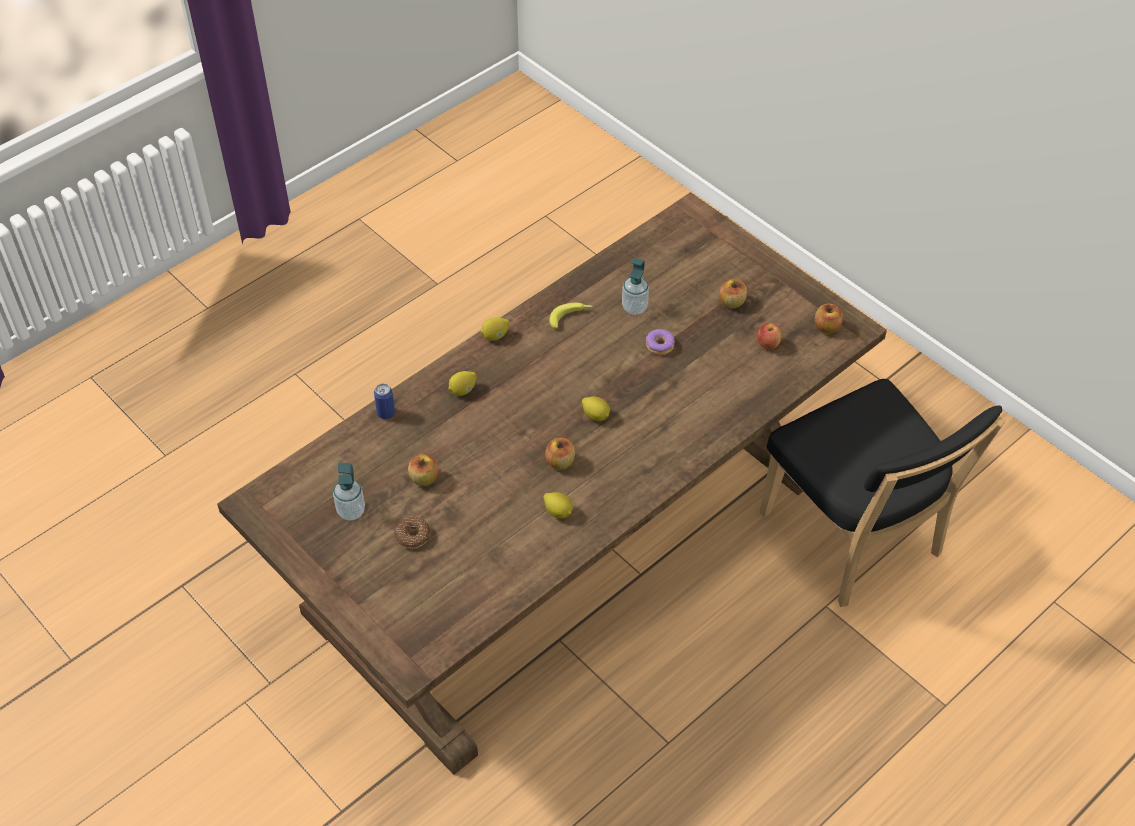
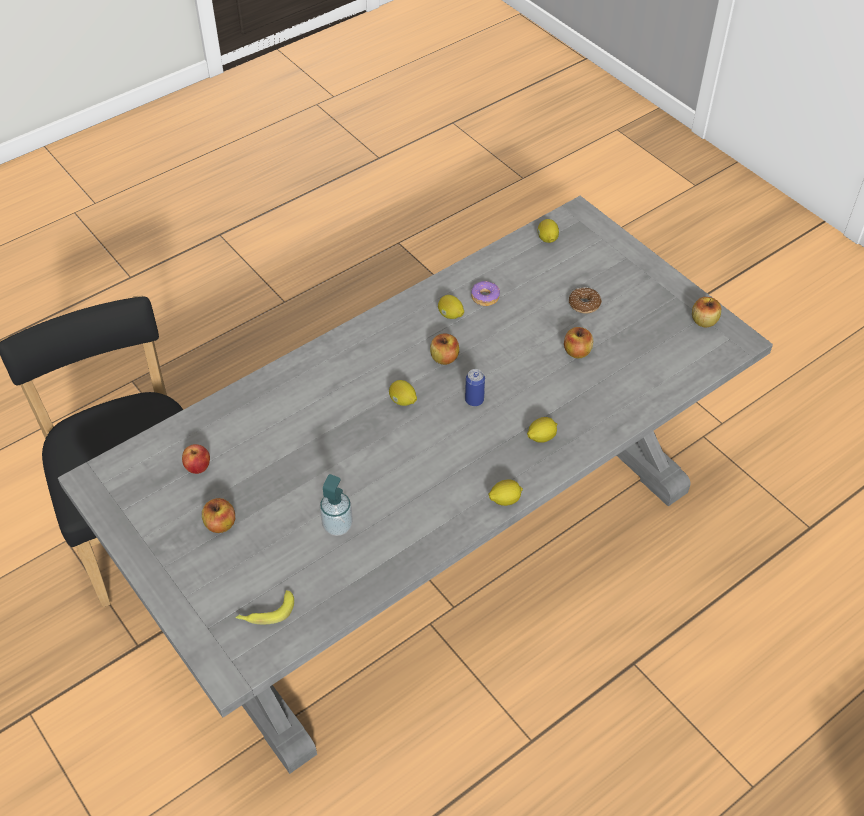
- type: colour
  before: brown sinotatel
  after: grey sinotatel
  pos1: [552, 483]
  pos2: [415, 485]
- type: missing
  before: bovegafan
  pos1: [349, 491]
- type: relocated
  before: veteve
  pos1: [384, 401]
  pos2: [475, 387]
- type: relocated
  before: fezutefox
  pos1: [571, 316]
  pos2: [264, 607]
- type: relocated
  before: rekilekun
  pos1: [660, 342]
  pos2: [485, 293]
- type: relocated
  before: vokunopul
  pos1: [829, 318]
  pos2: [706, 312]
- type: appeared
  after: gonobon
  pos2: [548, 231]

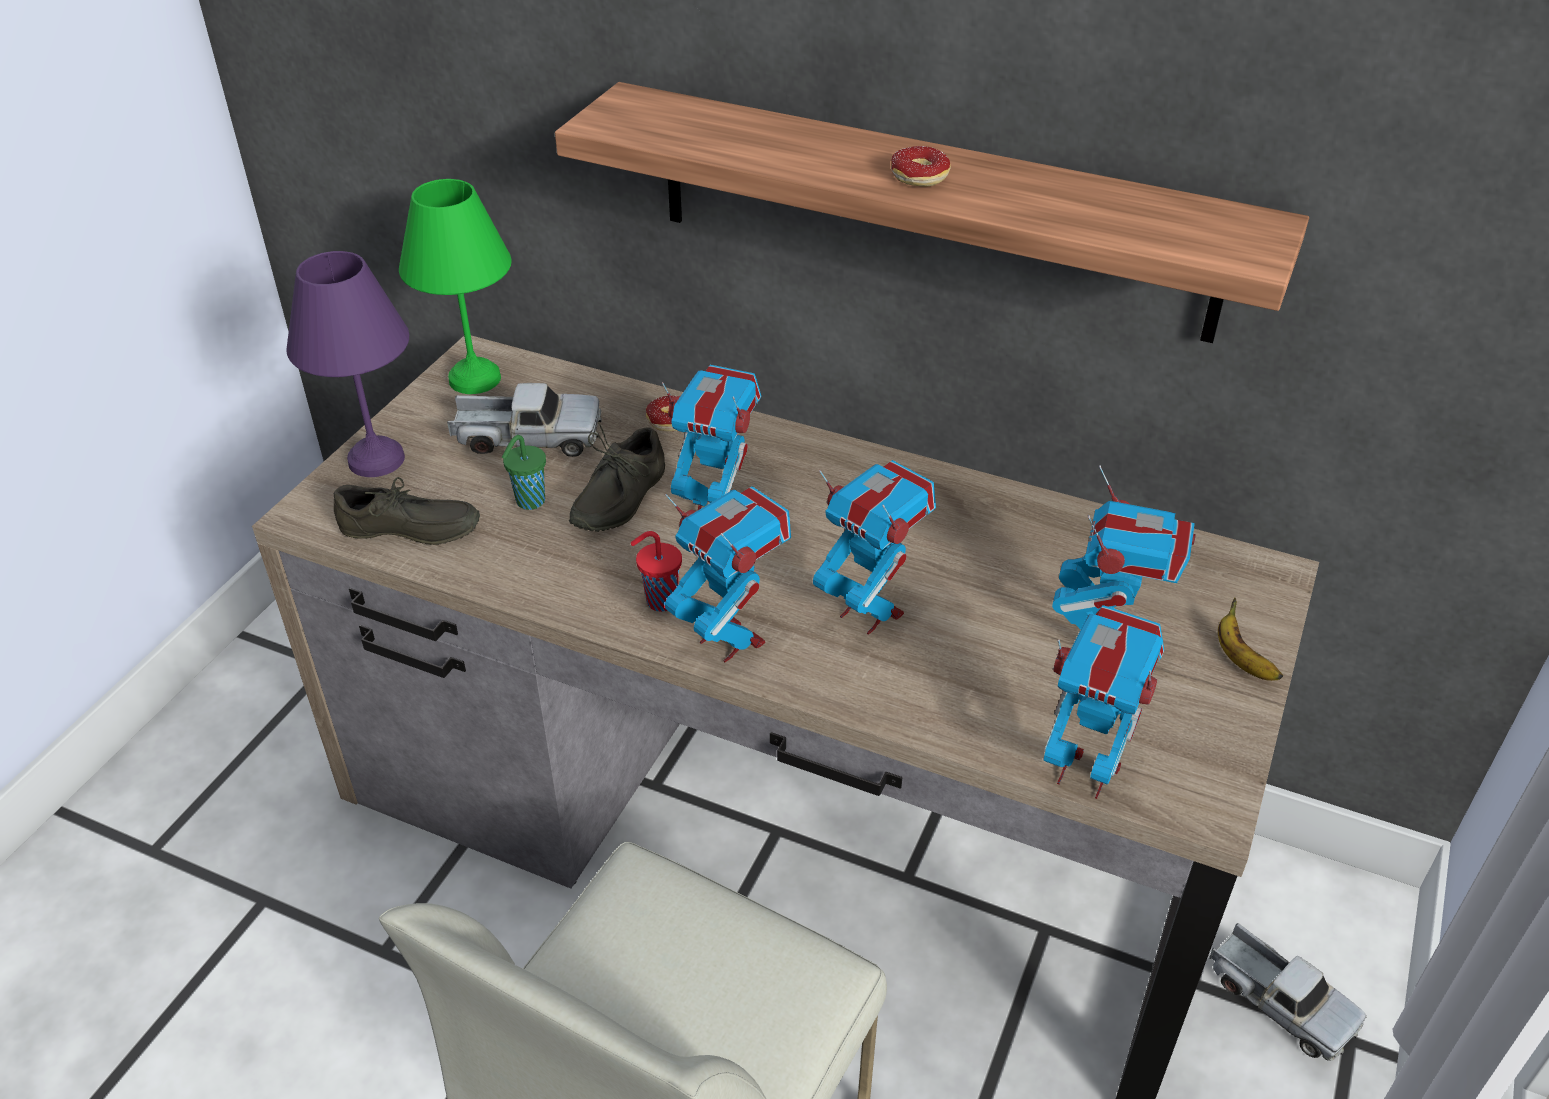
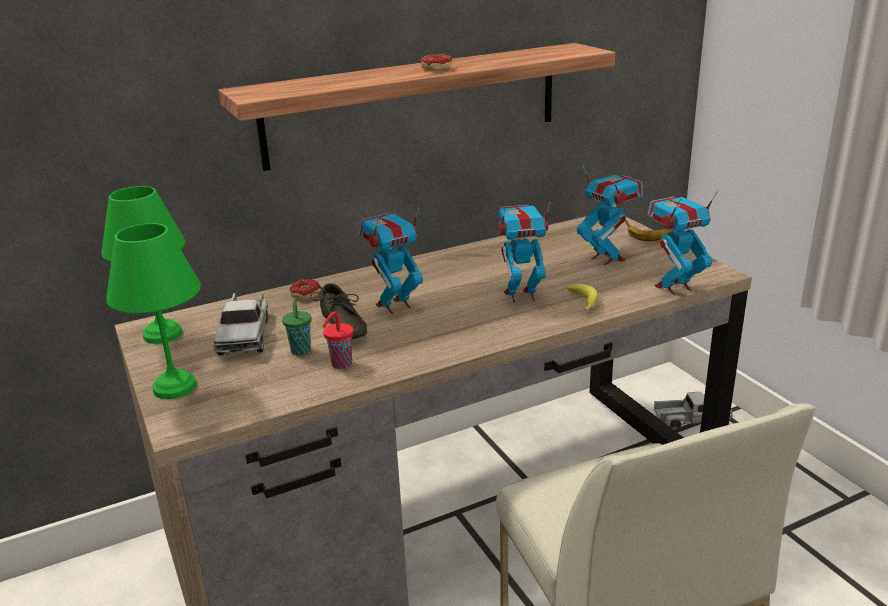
- type: colour
  before: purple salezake
  after: green salezake
  pos1: [348, 364]
  pos2: [153, 311]
- type: missing
  before: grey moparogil
  pos1: [407, 511]
- type: spun
  before: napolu
  pos1: [524, 420]
  pos2: [240, 323]
  turn: 135
- type: relocated
  before: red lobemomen
  pos1: [656, 571]
  pos2: [337, 340]
- type: missing
  before: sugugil
  pos1: [728, 574]
- type: appeared
  after: fezutefox
  pos2: [582, 297]

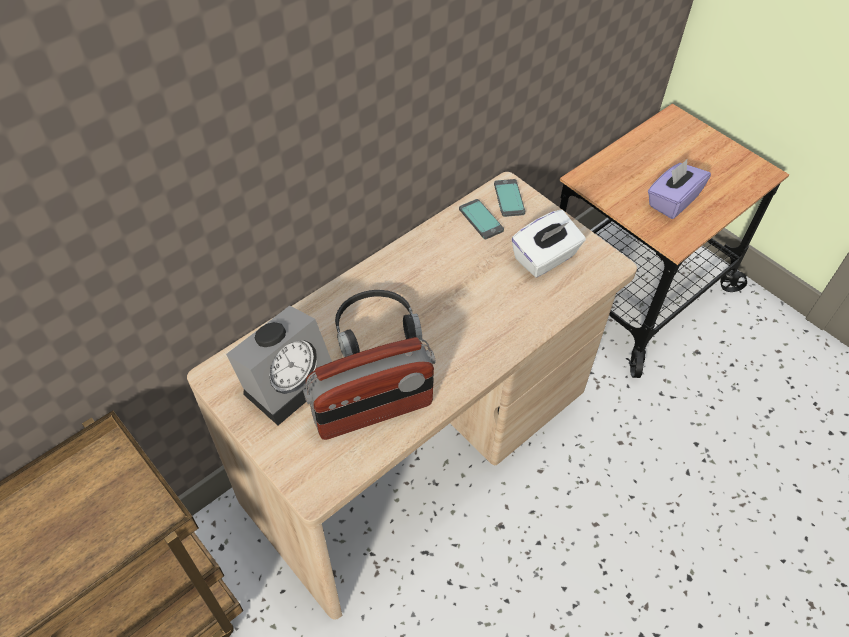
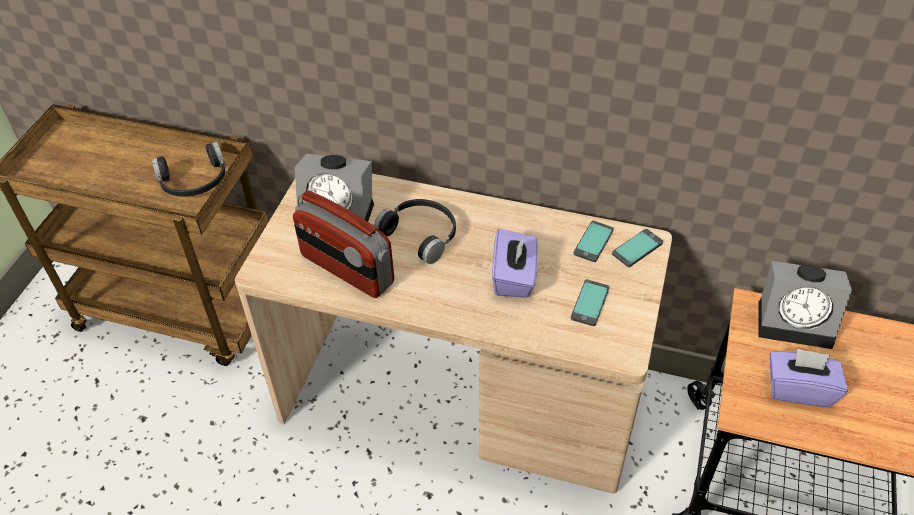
- type: exchanged
  before: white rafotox
  after: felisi
  pos1: [548, 244]
  pos2: [590, 302]
- type: appeared
  after: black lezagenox
  pos2: [189, 169]
- type: appeared
  after: purple rafotox
  pos2: [515, 263]
- type: appeared
  after: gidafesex
  pos2: [805, 305]

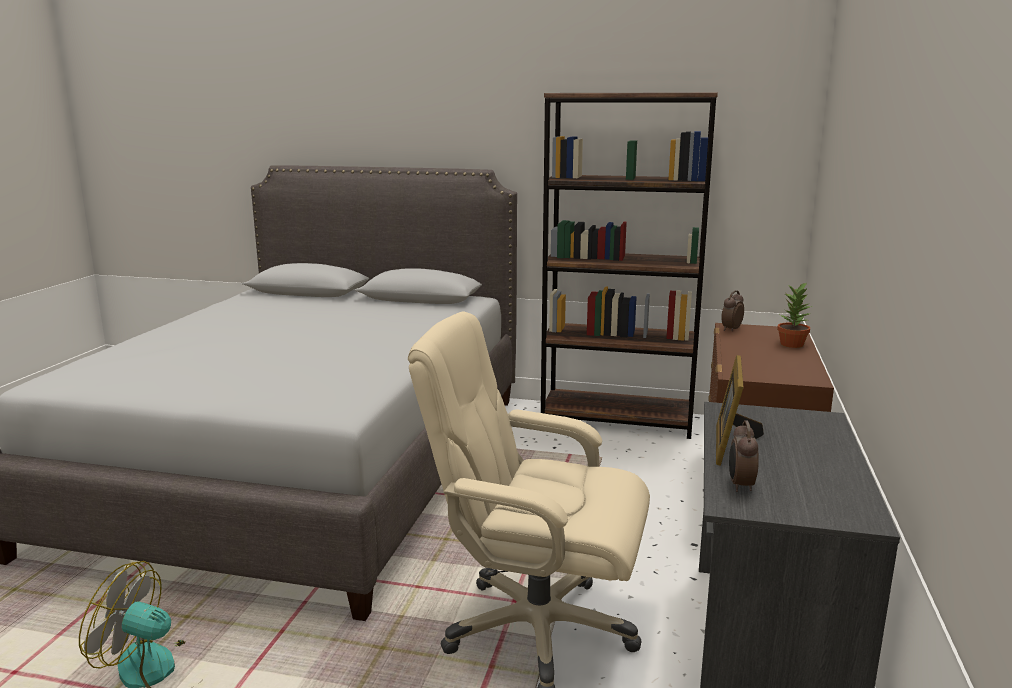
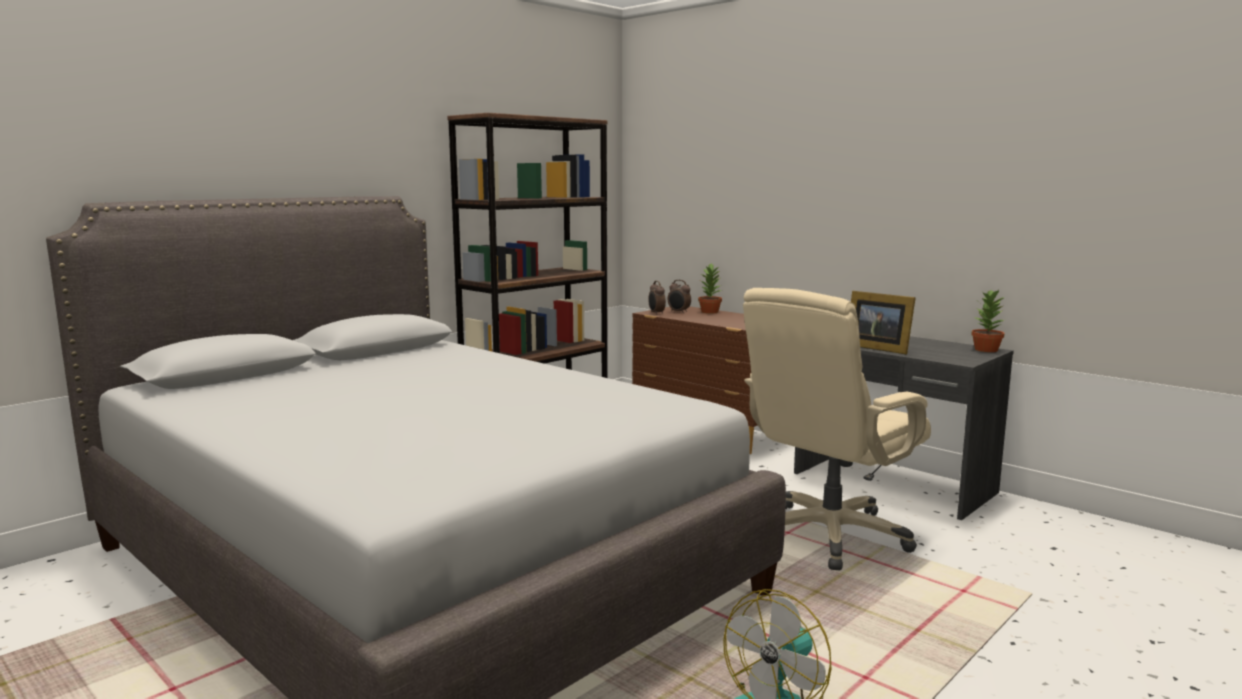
- type: relocated
  before: gidafesex
  pos1: [744, 456]
  pos2: [679, 296]
- type: appeared
  after: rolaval
  pos2: [988, 321]

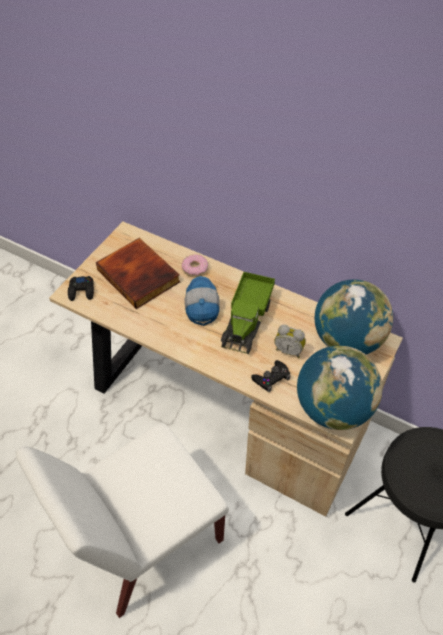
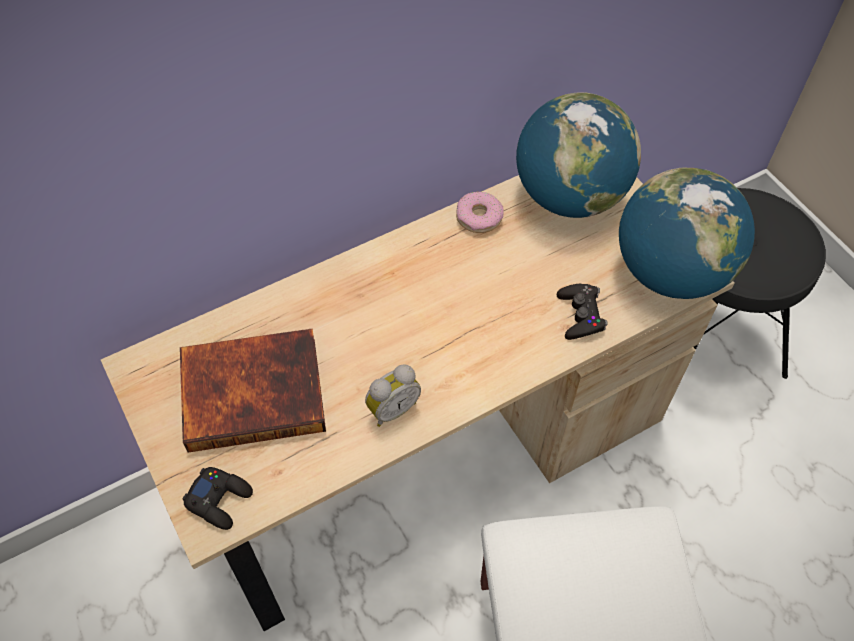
- type: relocated
  before: rekilekun
  pos1: [195, 265]
  pos2: [480, 212]
- type: missing
  before: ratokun
  pos1: [202, 301]
- type: missing
  before: napolu
  pos1: [248, 313]
- type: relocated
  before: gidafesex
  pos1: [290, 341]
  pos2: [393, 396]

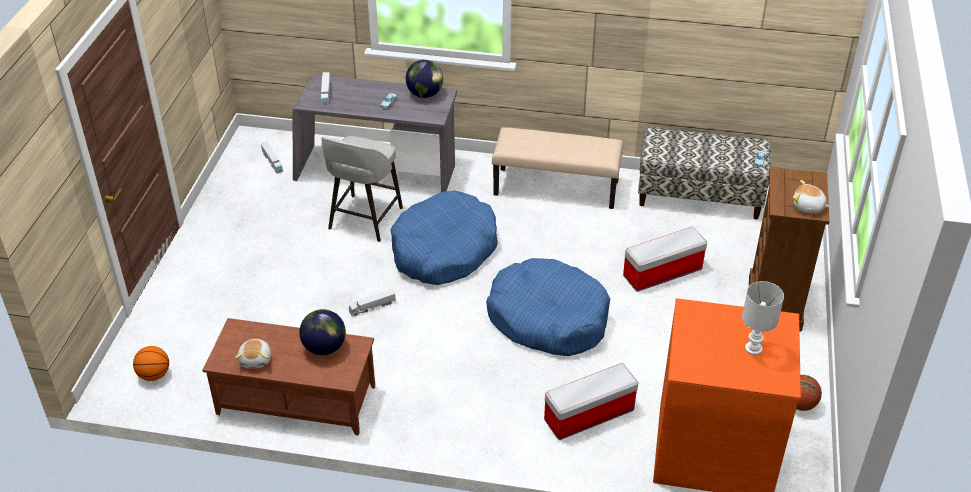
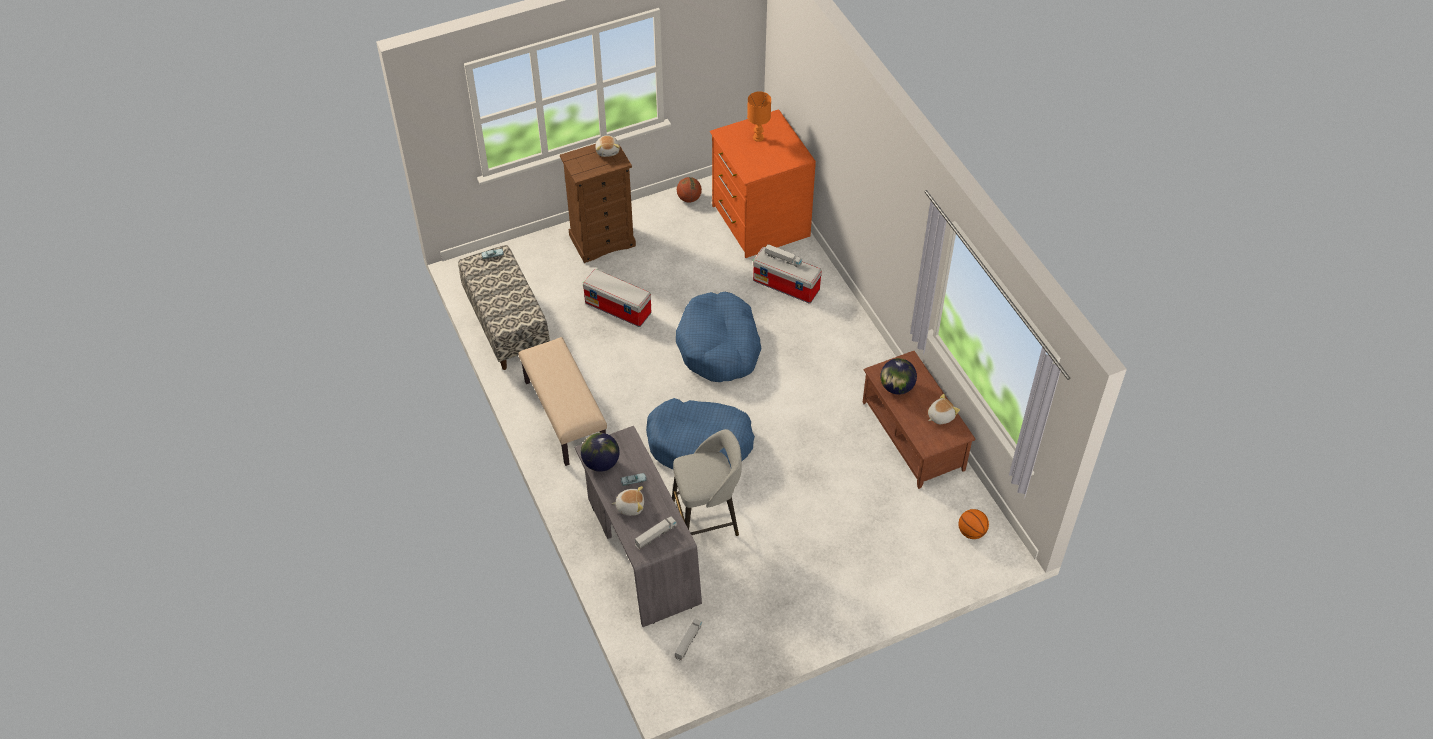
- type: relocated
  before: napolu
  pos1: [372, 303]
  pos2: [783, 256]
- type: colour
  before: white salezake
  after: orange salezake
  pos1: [763, 318]
  pos2: [759, 116]
- type: appeared
  after: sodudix
  pos2: [628, 501]

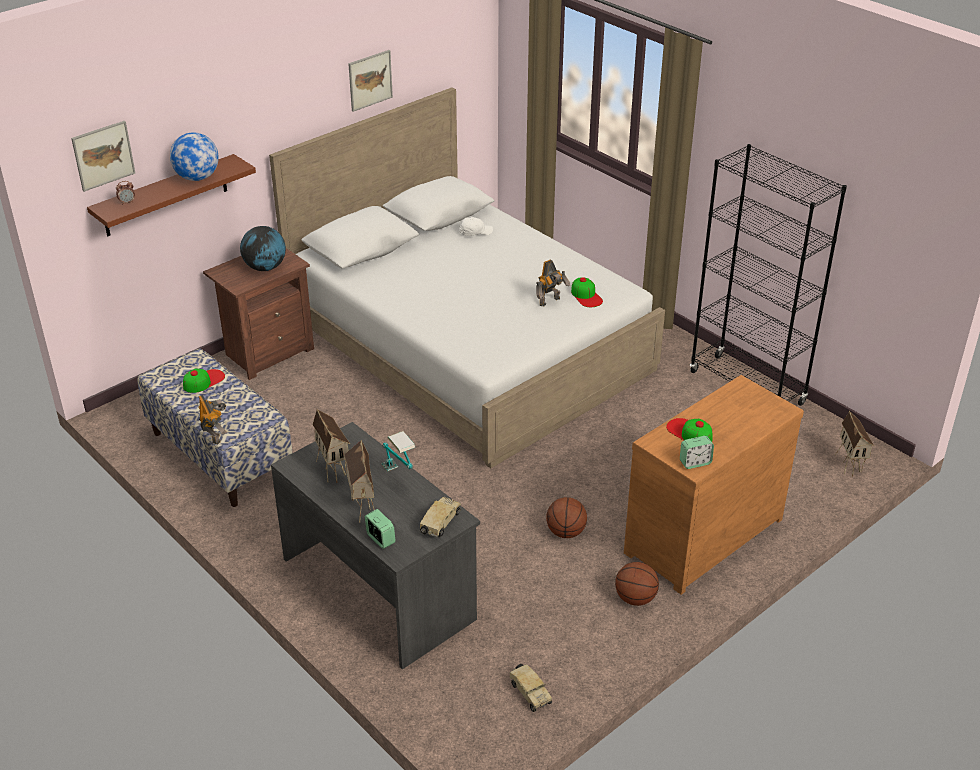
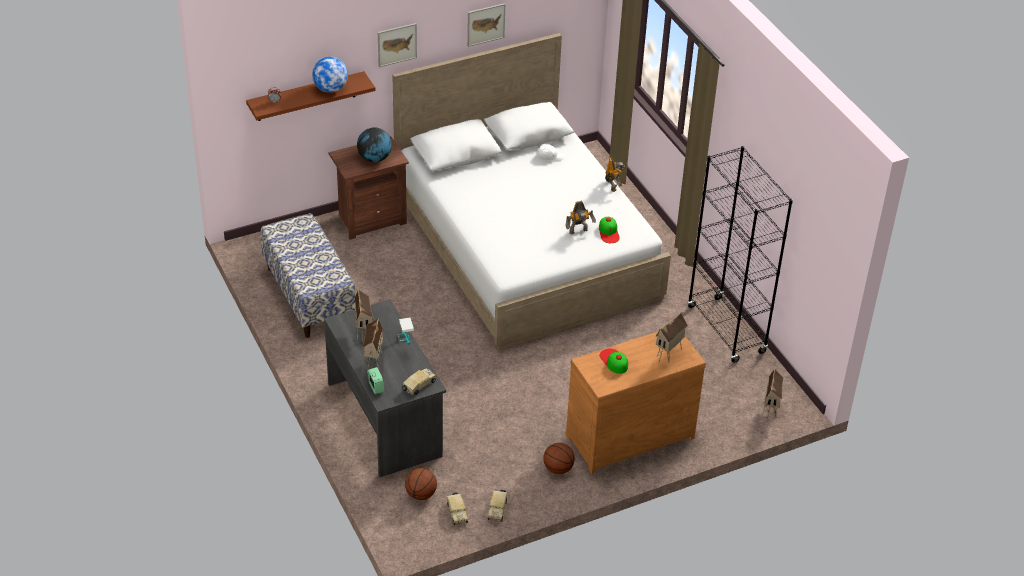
- type: relocated
  before: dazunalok
  pos1: [103, 156]
  pos2: [397, 45]
- type: missing
  before: ratokun
  pos1: [204, 381]
- type: relocated
  before: sugugil
  pos1: [212, 419]
  pos2: [615, 174]
- type: relocated
  before: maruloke
  pos1: [566, 517]
  pos2: [421, 484]
- type: missing
  before: gidafesex
  pos1: [697, 452]
- type: appeared
  after: napolu
  pos2: [497, 506]
- type: appeared
  after: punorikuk
  pos2: [672, 337]

